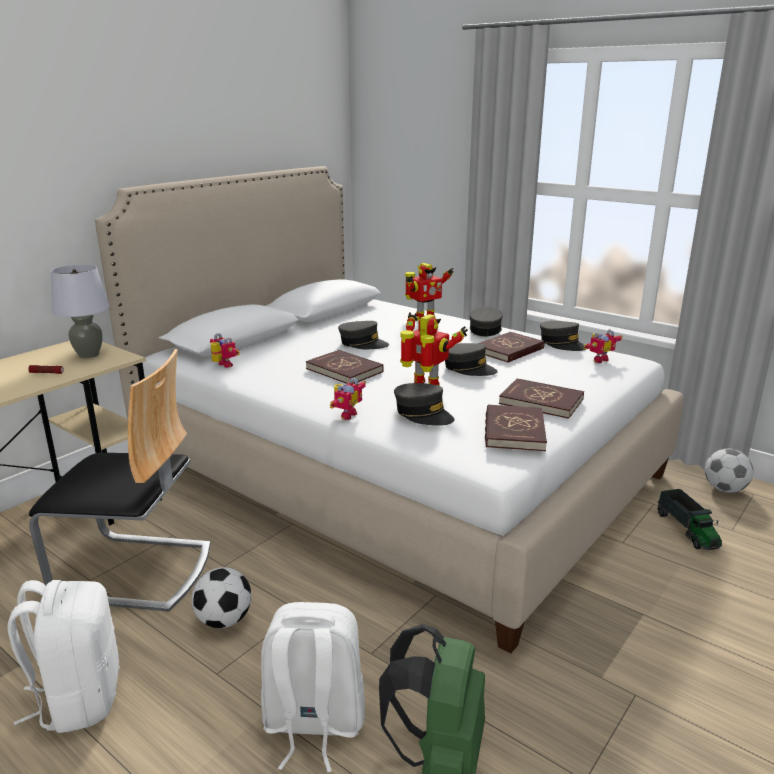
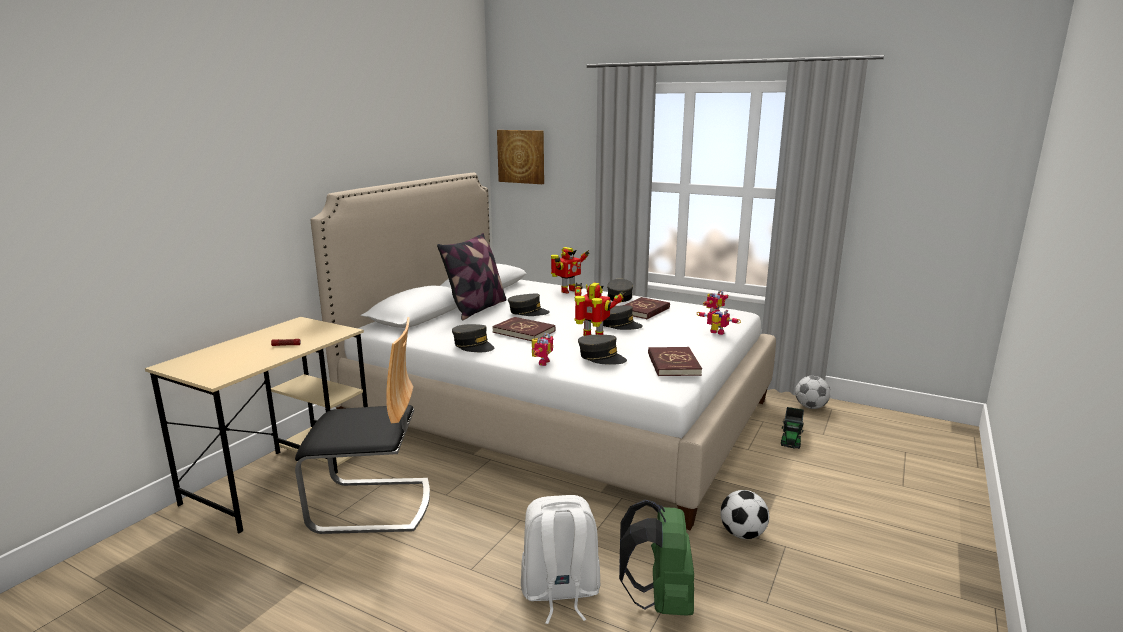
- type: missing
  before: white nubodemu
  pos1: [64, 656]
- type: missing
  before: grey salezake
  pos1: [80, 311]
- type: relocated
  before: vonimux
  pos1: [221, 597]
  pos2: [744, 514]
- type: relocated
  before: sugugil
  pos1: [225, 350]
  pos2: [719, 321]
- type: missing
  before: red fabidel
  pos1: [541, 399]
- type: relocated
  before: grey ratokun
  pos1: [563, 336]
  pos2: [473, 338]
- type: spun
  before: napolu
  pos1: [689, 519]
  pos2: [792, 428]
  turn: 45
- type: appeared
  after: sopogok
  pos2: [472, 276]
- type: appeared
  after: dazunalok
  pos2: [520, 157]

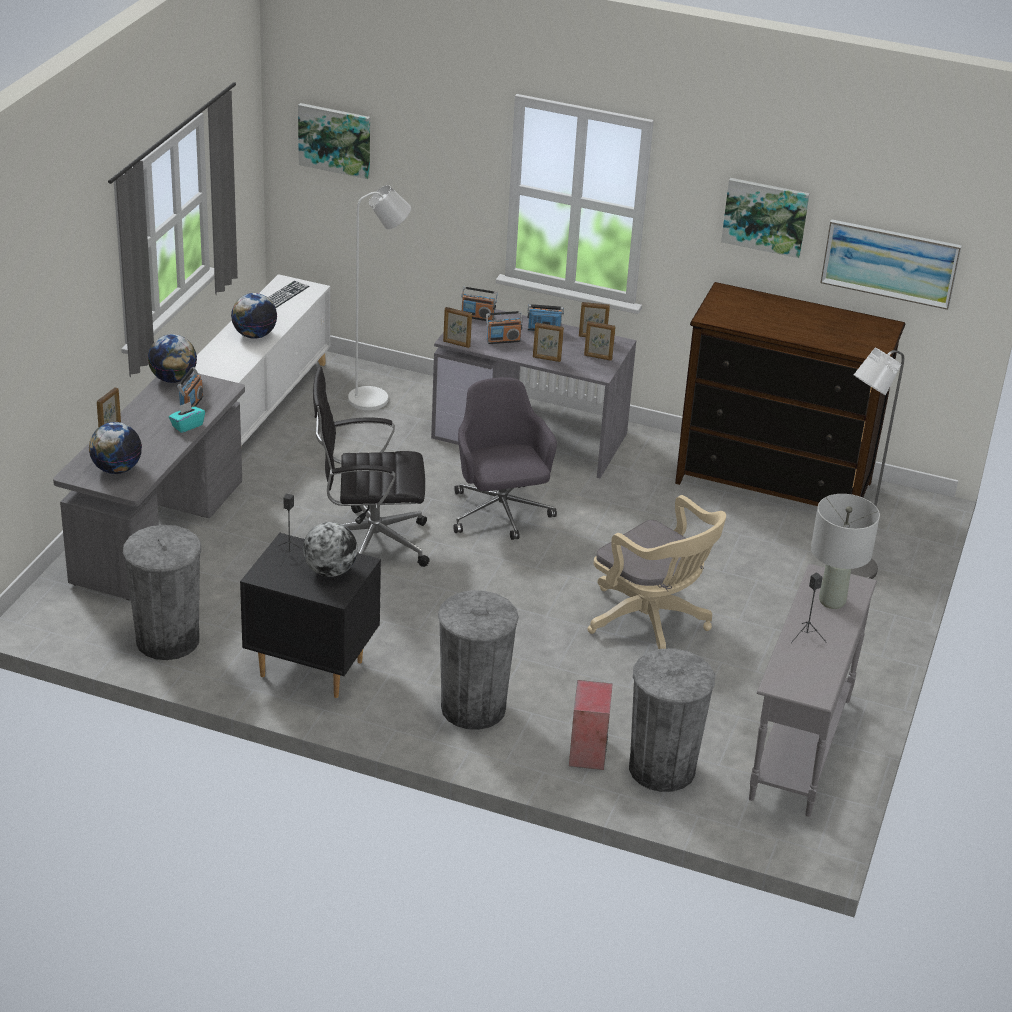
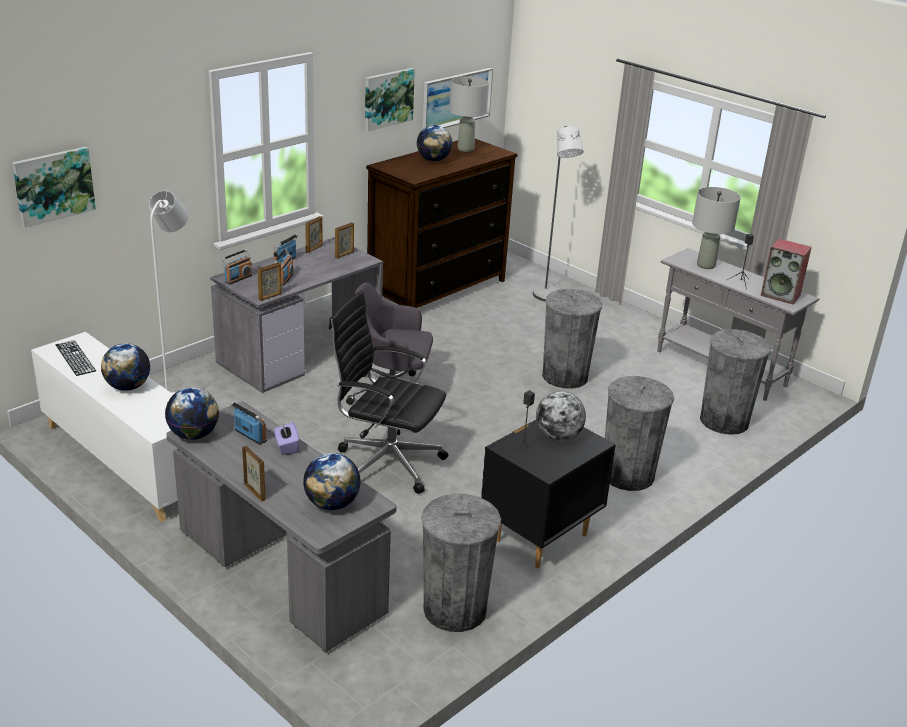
- type: colour
  before: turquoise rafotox
  after: purple rafotox
  pos1: [187, 417]
  pos2: [287, 438]
- type: spun
  before: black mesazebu
  pos1: [371, 467]
  pos2: [388, 392]
  turn: 90
- type: missing
  before: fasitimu
  pos1: [548, 342]
- type: relocated
  before: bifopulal
  pos1: [591, 725]
  pos2: [786, 272]
- type: exchanged
  before: beige mesazebu
  after: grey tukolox
  pos1: [657, 572]
  pos2: [572, 339]
- type: appeared
  after: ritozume
  pos2: [434, 143]
- type: appeared
  after: grey salezake
  pos2: [469, 114]

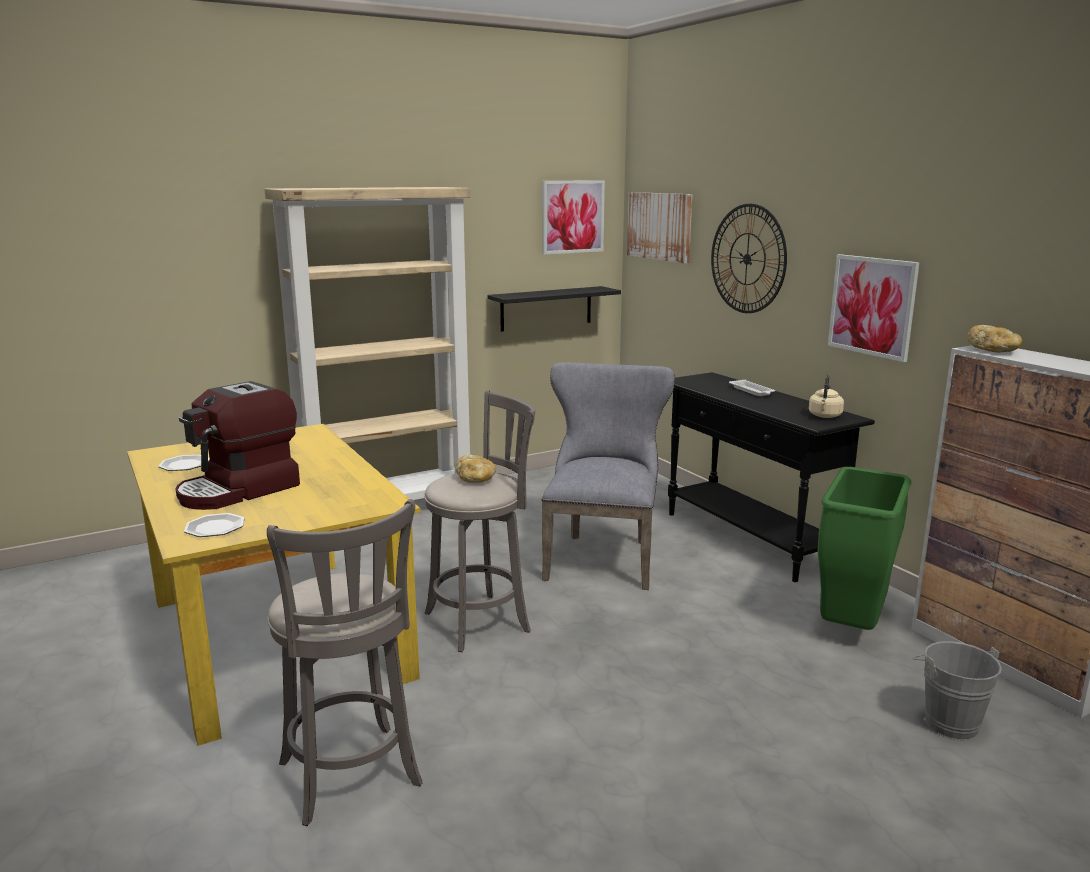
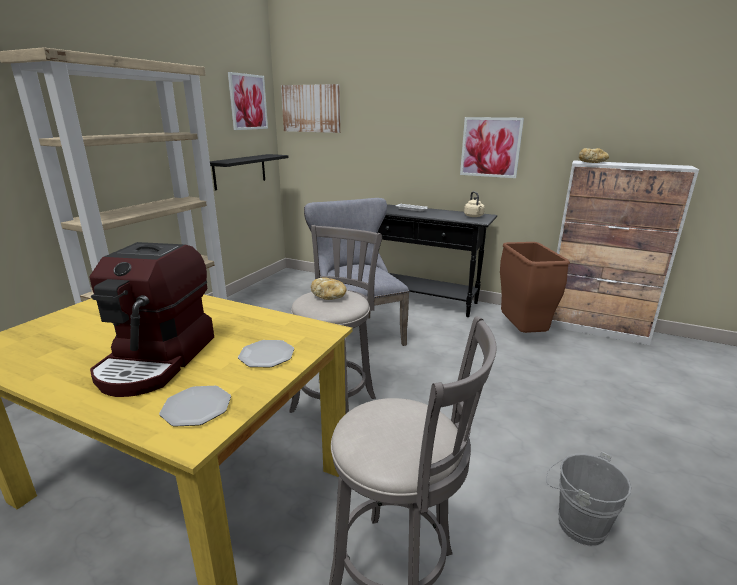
- type: relocated
  before: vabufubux
  pos1: [184, 463]
  pos2: [266, 353]
- type: missing
  before: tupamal
  pos1: [749, 258]
- type: colour
  before: green tukolox
  after: brown tukolox
  pos1: [864, 548]
  pos2: [535, 287]
- type: relocated
  before: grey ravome
  pos1: [957, 690]
  pos2: [589, 499]

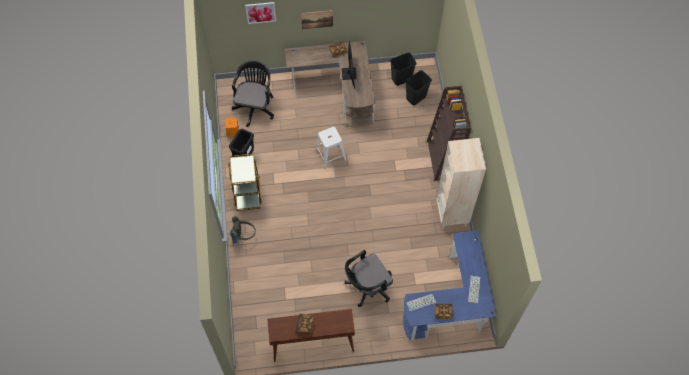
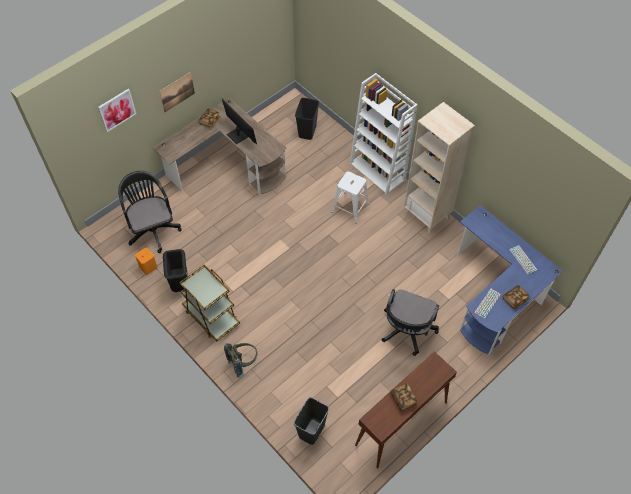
- type: relocated
  before: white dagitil
  pos1: [331, 148]
  pos2: [350, 197]
- type: relocated
  before: black tukolox
  pos1: [403, 69]
  pos2: [311, 421]
- type: colour
  before: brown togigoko
  after: white togigoko
  pos1: [449, 133]
  pos2: [384, 134]

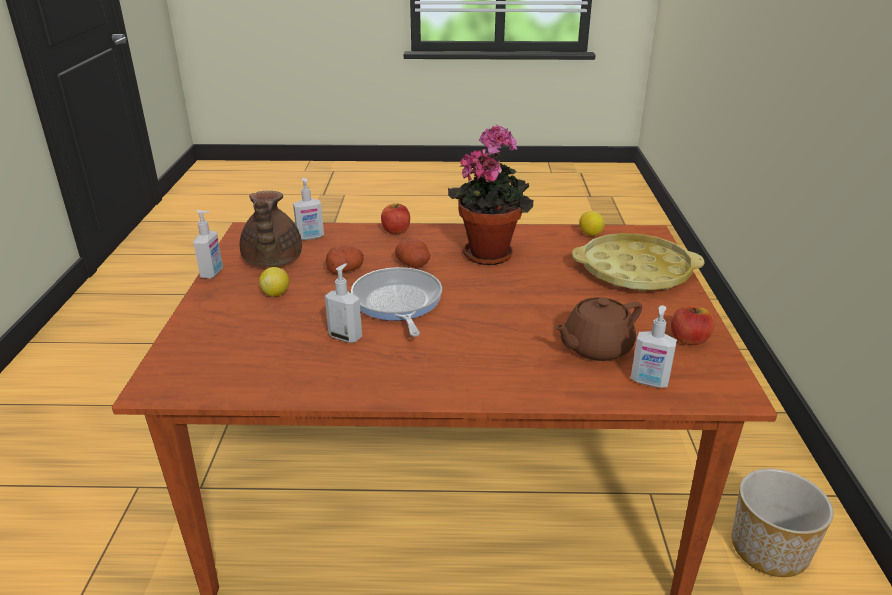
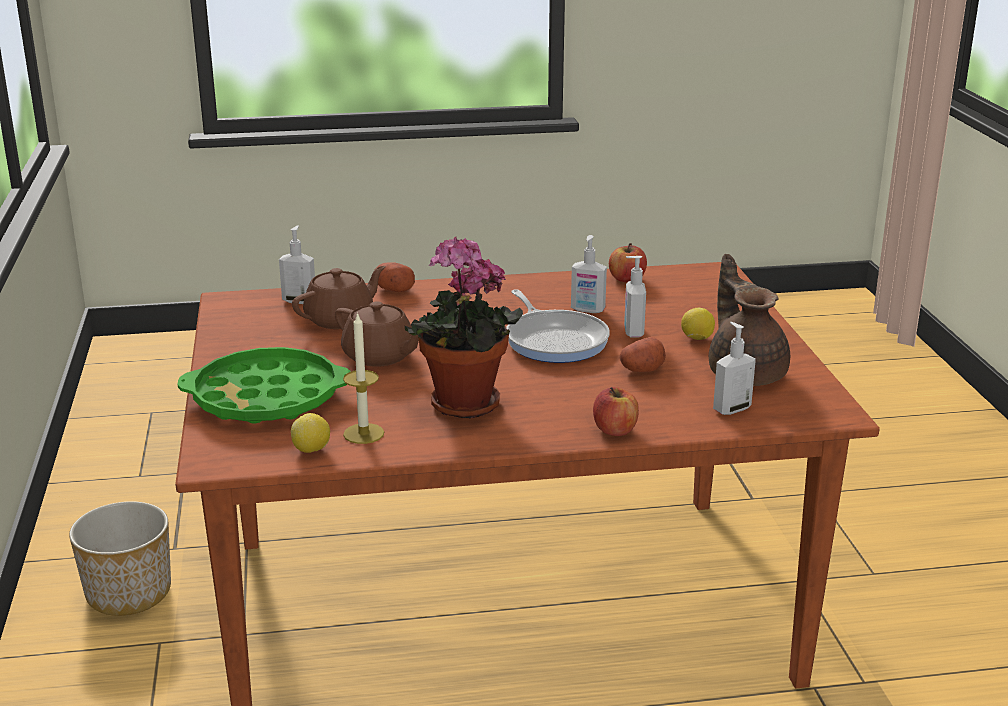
- type: relocated
  before: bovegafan
  pos1: [208, 244]
  pos2: [635, 296]
- type: relocated
  before: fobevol
  pos1: [412, 253]
  pos2: [395, 277]
- type: colour
  before: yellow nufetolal
  after: green nufetolal
  pos1: [638, 262]
  pos2: [263, 385]
- type: relocated
  before: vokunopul
  pos1: [692, 325]
  pos2: [628, 262]
- type: appeared
  after: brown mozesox
  pos2: [377, 334]
- type: appeared
  after: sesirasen
  pos2: [363, 378]

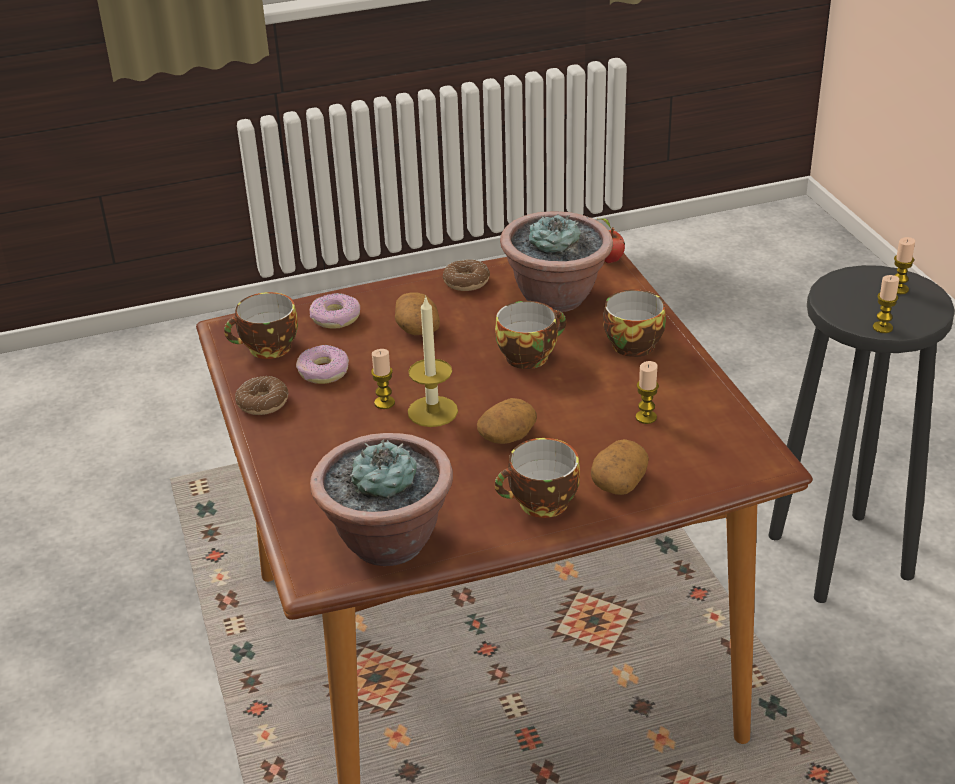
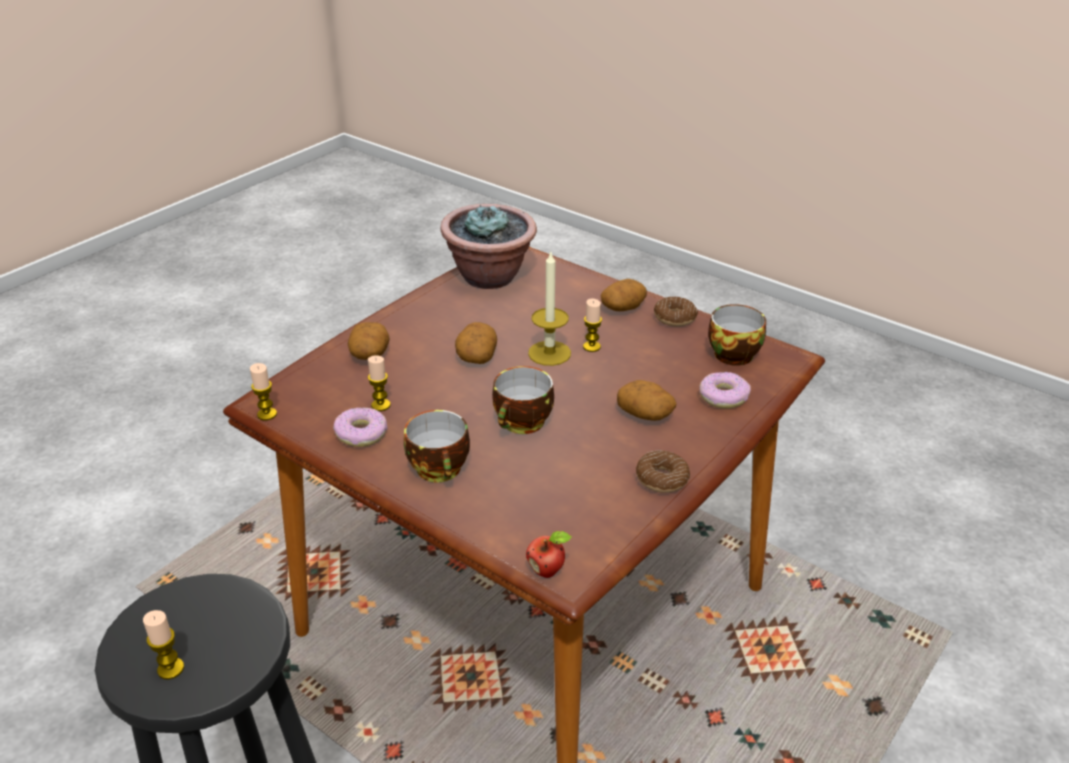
- type: relocated
  before: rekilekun
  pos1: [322, 364]
  pos2: [360, 427]
- type: missing
  before: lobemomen
  pos1: [537, 478]
- type: missing
  before: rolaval
  pos1: [556, 261]
- type: relocated
  before: sesirasen
  pos1: [886, 304]
  pos2: [263, 391]
- type: appeared
  after: fobevol
  pos2: [624, 295]

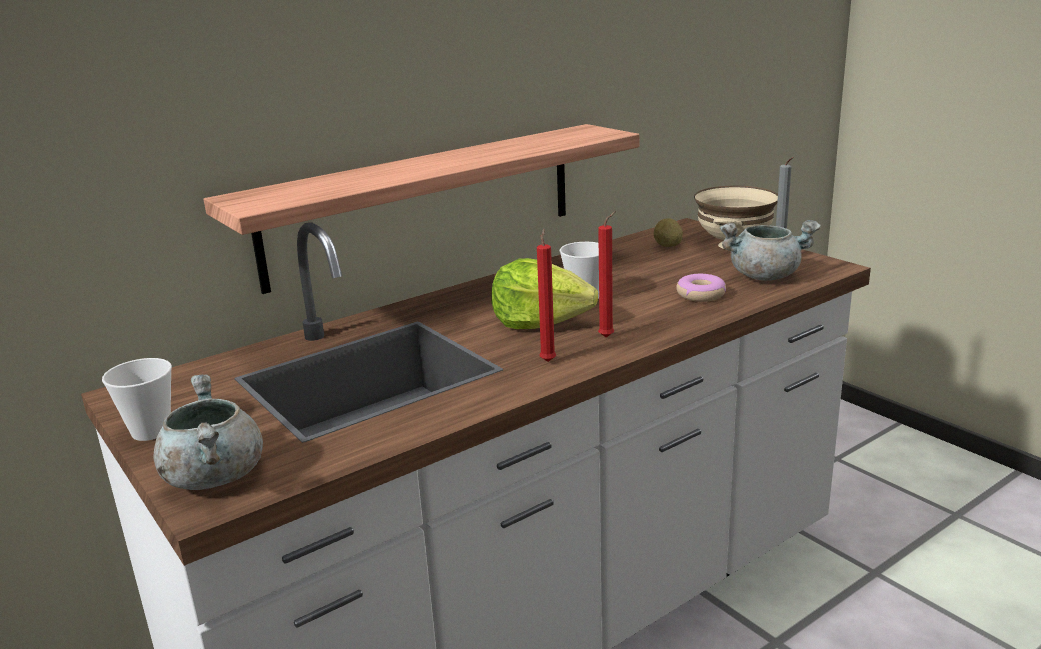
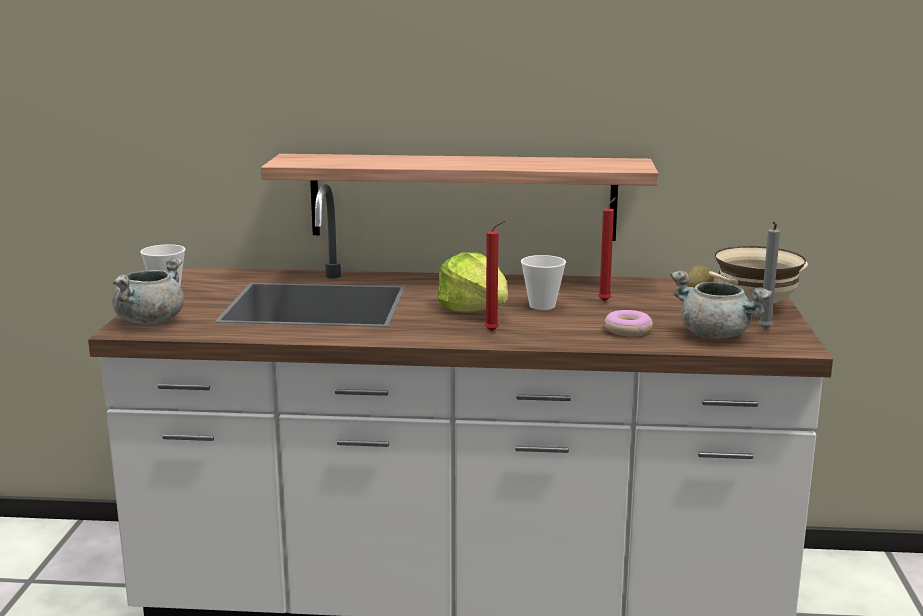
- type: relocated
  before: red sesirasen
  pos1: [546, 295]
  pos2: [607, 249]

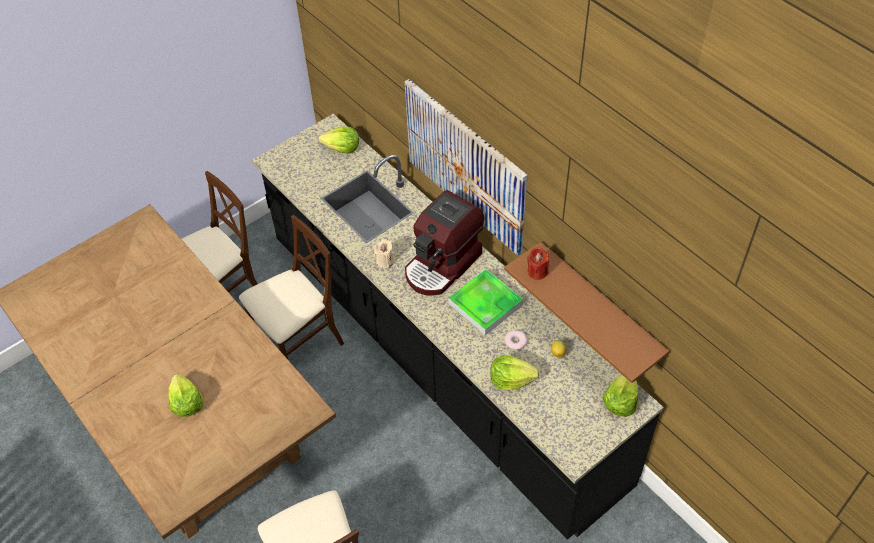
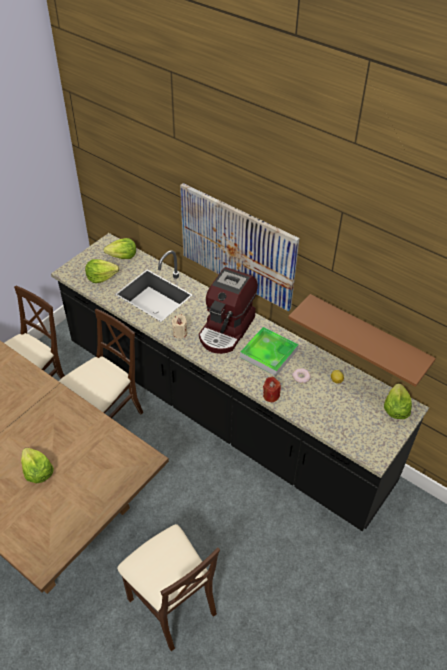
- type: relocated
  before: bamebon
  pos1: [514, 372]
  pos2: [102, 271]
- type: relocated
  before: red sesirasen
  pos1: [538, 264]
  pos2: [272, 389]

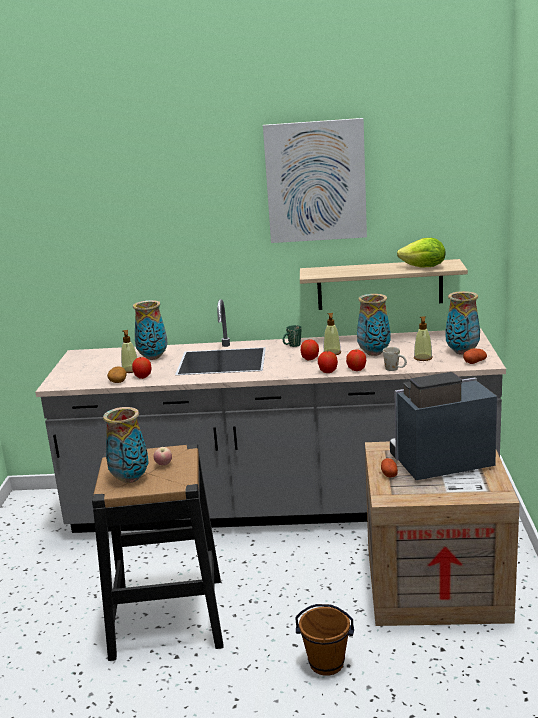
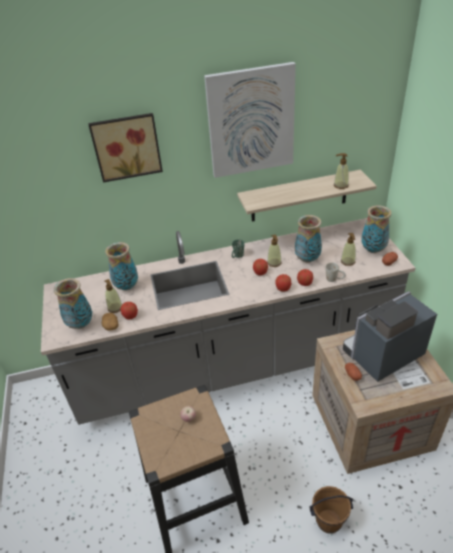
- type: relocated
  before: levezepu
  pos1: [126, 445]
  pos2: [73, 303]
- type: exchanged
  before: bamebon
  after: bovegafan
  pos1: [421, 253]
  pos2: [341, 171]
- type: appeared
  after: dazunalok
  pos2: [125, 148]

